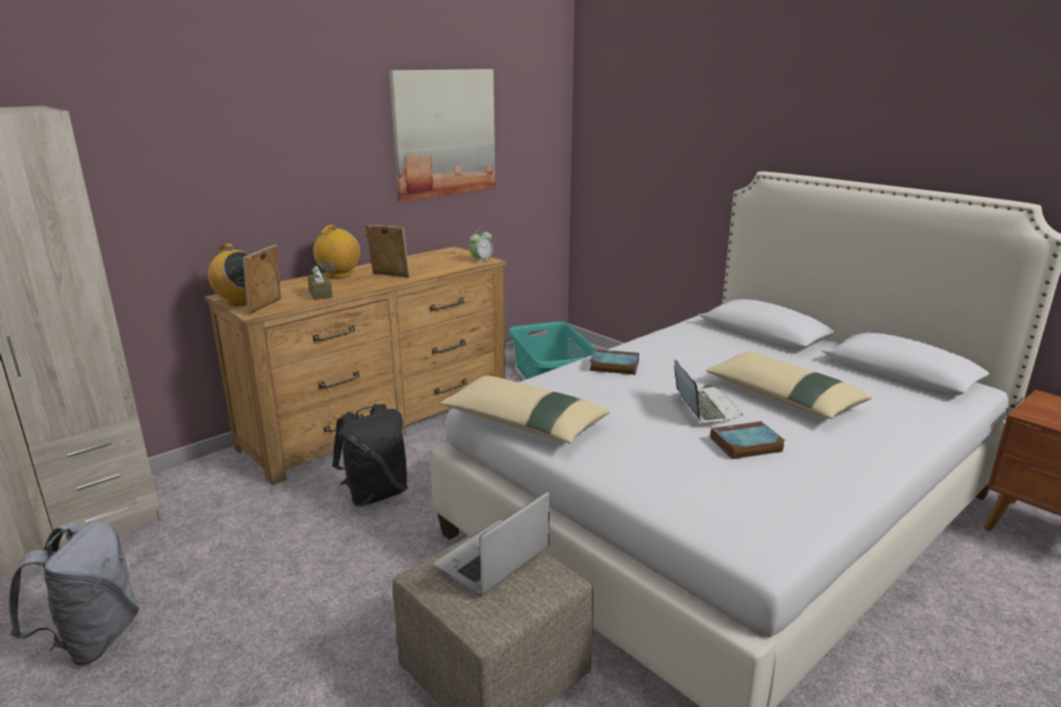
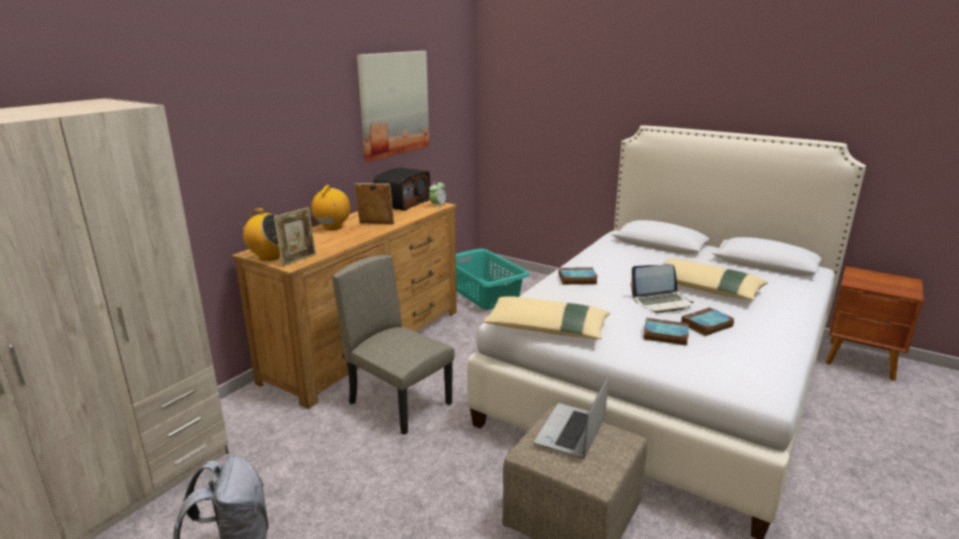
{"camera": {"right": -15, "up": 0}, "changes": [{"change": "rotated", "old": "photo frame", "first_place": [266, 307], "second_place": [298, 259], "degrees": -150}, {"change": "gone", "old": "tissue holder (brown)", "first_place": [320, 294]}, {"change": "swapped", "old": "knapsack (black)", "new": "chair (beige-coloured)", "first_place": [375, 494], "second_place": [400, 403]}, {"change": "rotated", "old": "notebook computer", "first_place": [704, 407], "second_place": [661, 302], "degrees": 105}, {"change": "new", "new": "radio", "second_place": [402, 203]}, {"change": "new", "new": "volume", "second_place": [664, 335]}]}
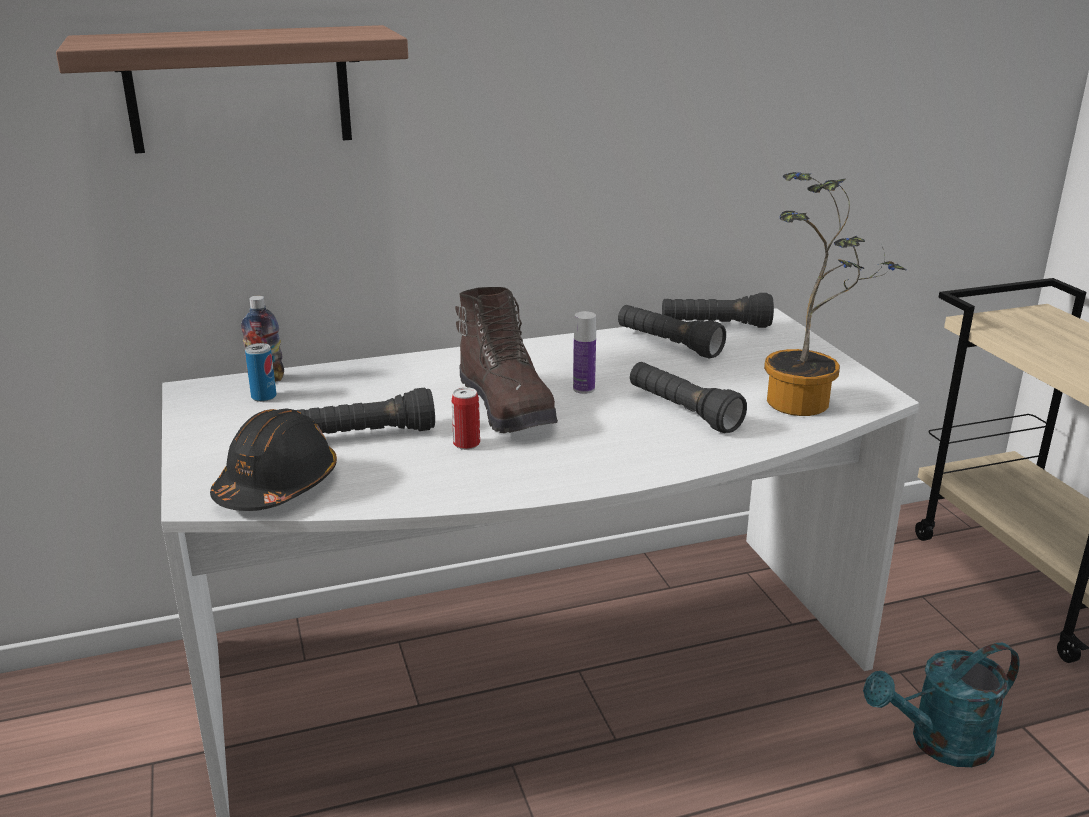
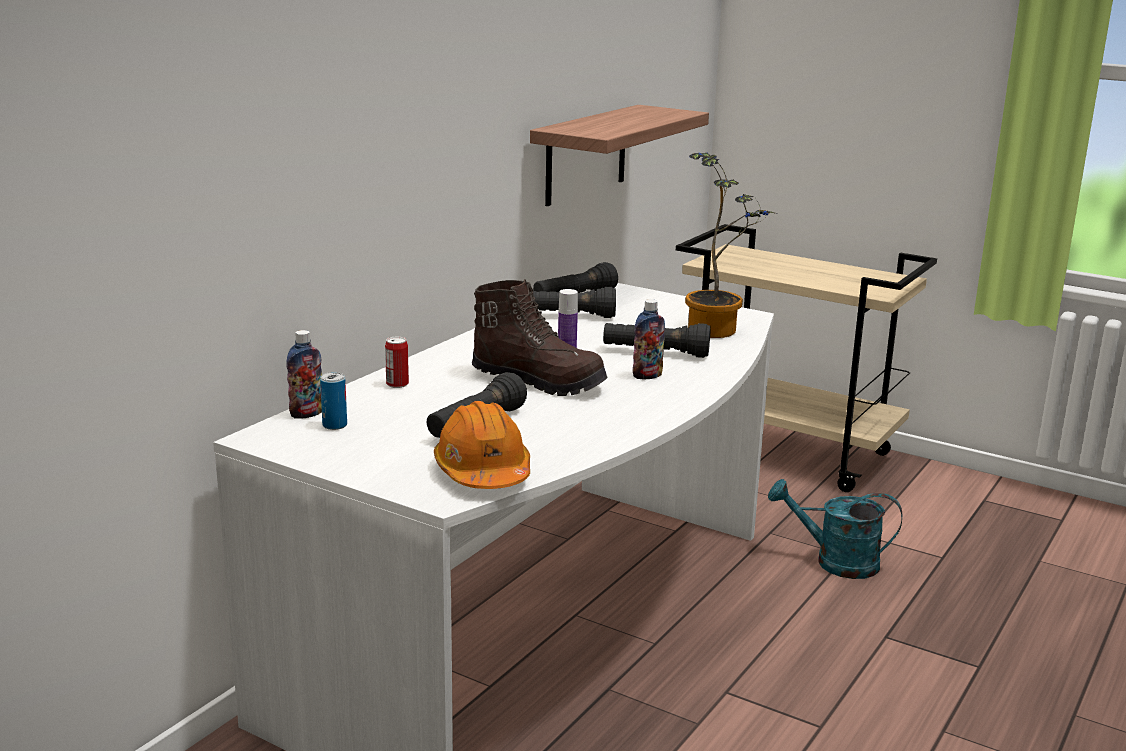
{"camera": {"right": -40, "up": -5}, "changes": [{"change": "shifted", "old": "bracket shelf", "first_place": [239, 89], "second_place": [586, 155]}, {"change": "repainted", "old": "hard hat (black)", "new": "hard hat (orange-coloured)", "first_place": [277, 486], "second_place": [483, 472]}, {"change": "shifted", "old": "sealed can", "first_place": [466, 444], "second_place": [397, 384]}, {"change": "rotated", "old": "sprinkling can (turquoise-coloured)", "first_place": [939, 744], "second_place": [835, 562], "degrees": 75}, {"change": "new", "new": "bottle", "second_place": [647, 376]}]}
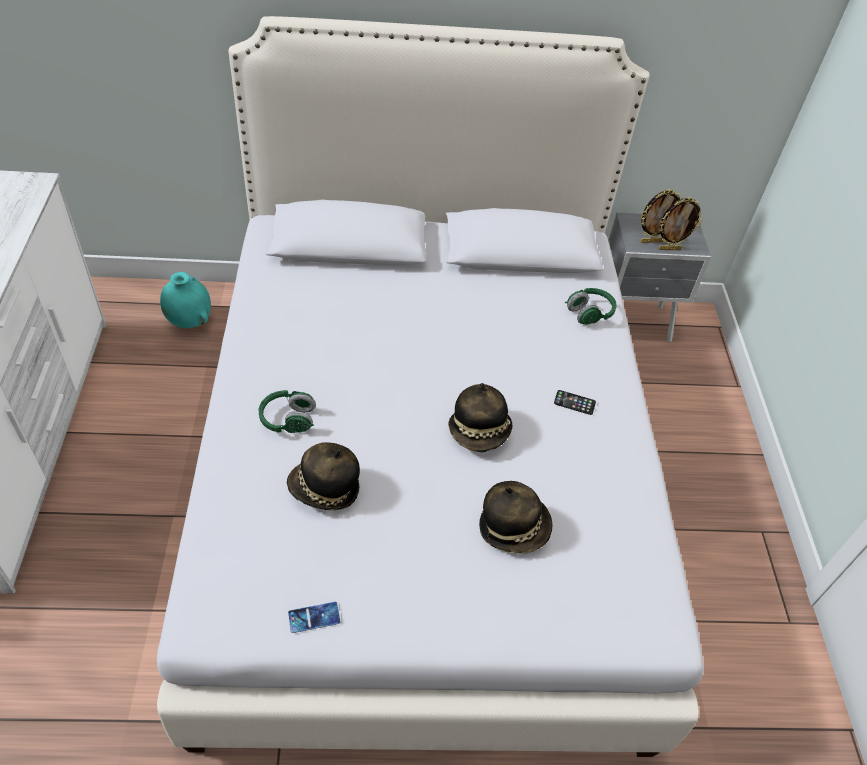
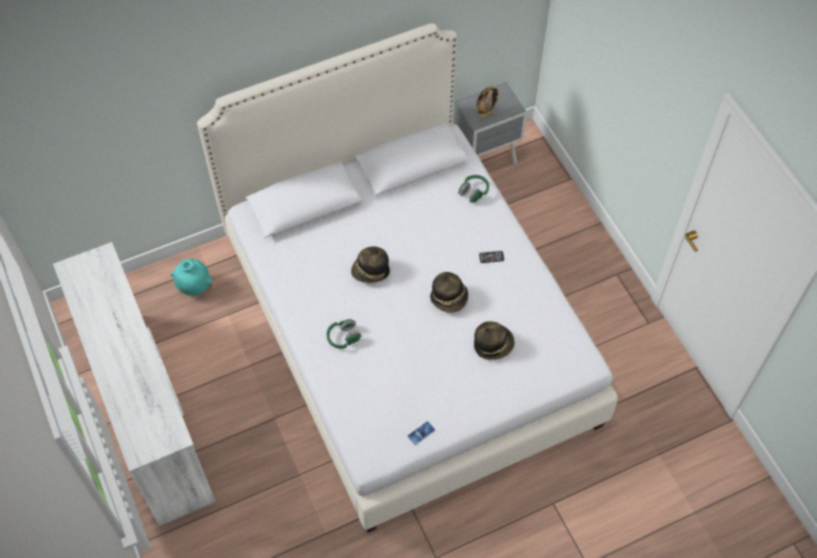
{"camera": {"right": -20, "up": 10}, "changes": [{"change": "shifted", "old": "wearable hat", "first_place": [324, 489], "second_place": [370, 272]}, {"change": "gone", "old": "photo frame", "first_place": [669, 248]}]}
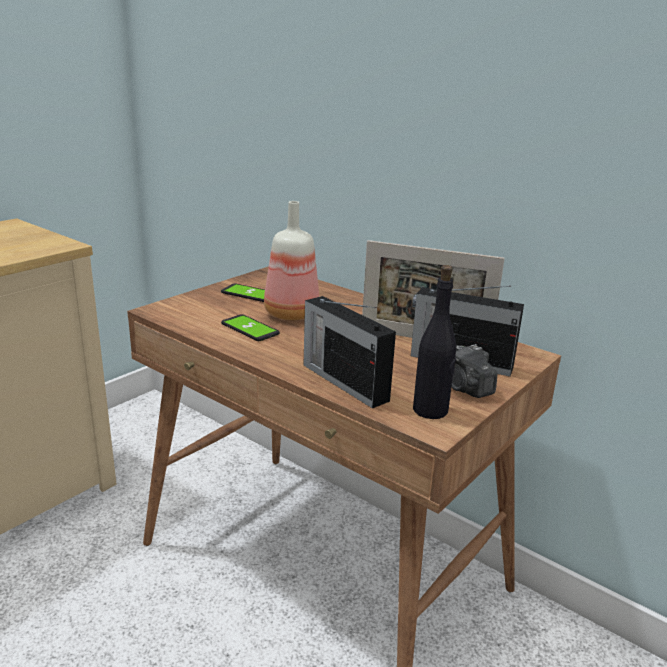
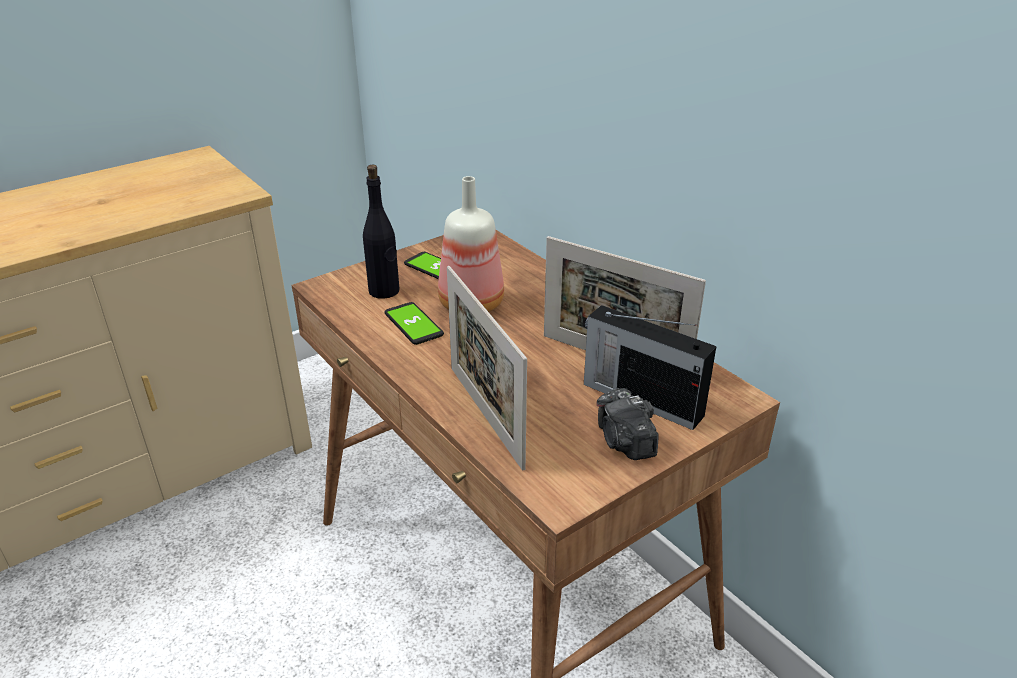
{"camera": {"right": 15, "up": 10}, "changes": [{"change": "swapped", "old": "radio", "new": "photo frame", "first_place": [343, 381], "second_place": [485, 415]}, {"change": "shifted", "old": "bottle (black)", "first_place": [431, 410], "second_place": [384, 291]}]}
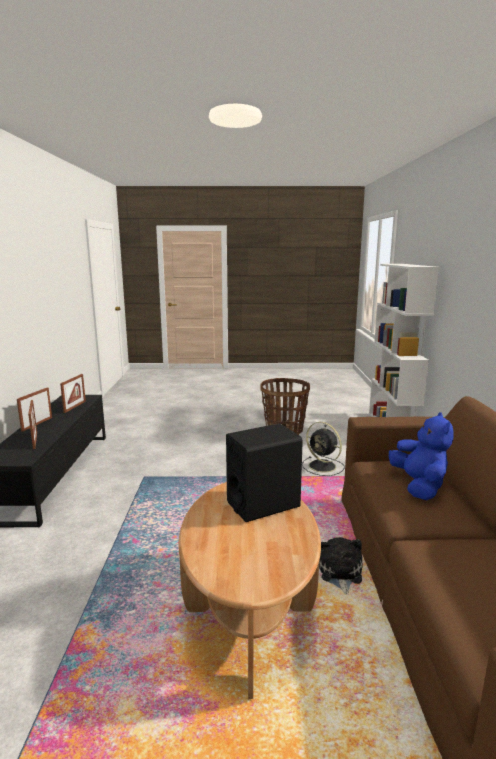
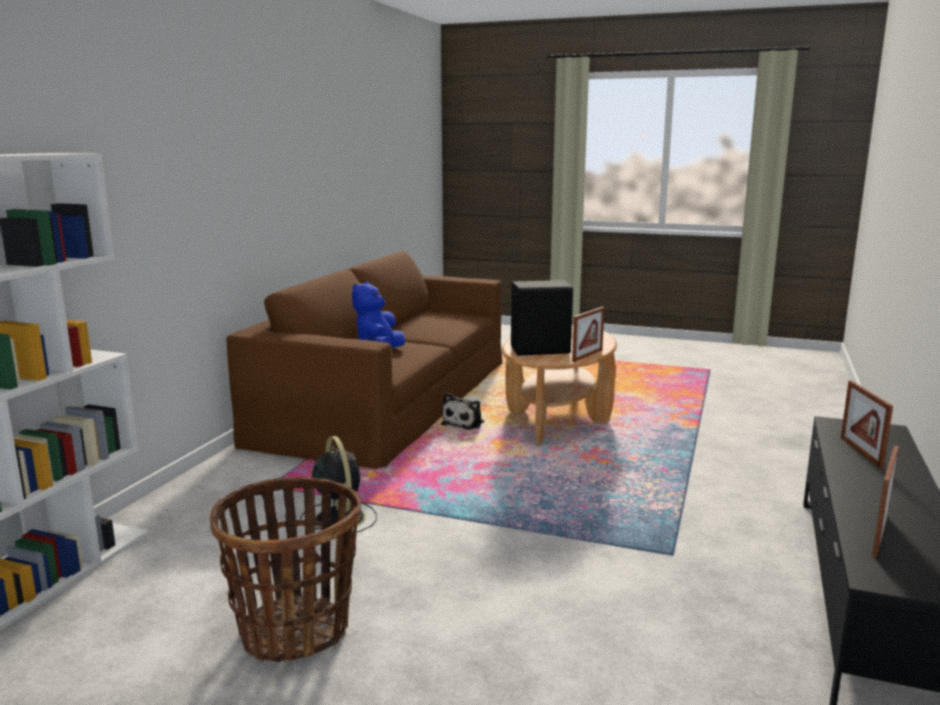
{"camera": {"right": -160, "up": 0}, "changes": [{"change": "shifted", "old": "photo frame", "first_place": [37, 424], "second_place": [587, 355]}]}
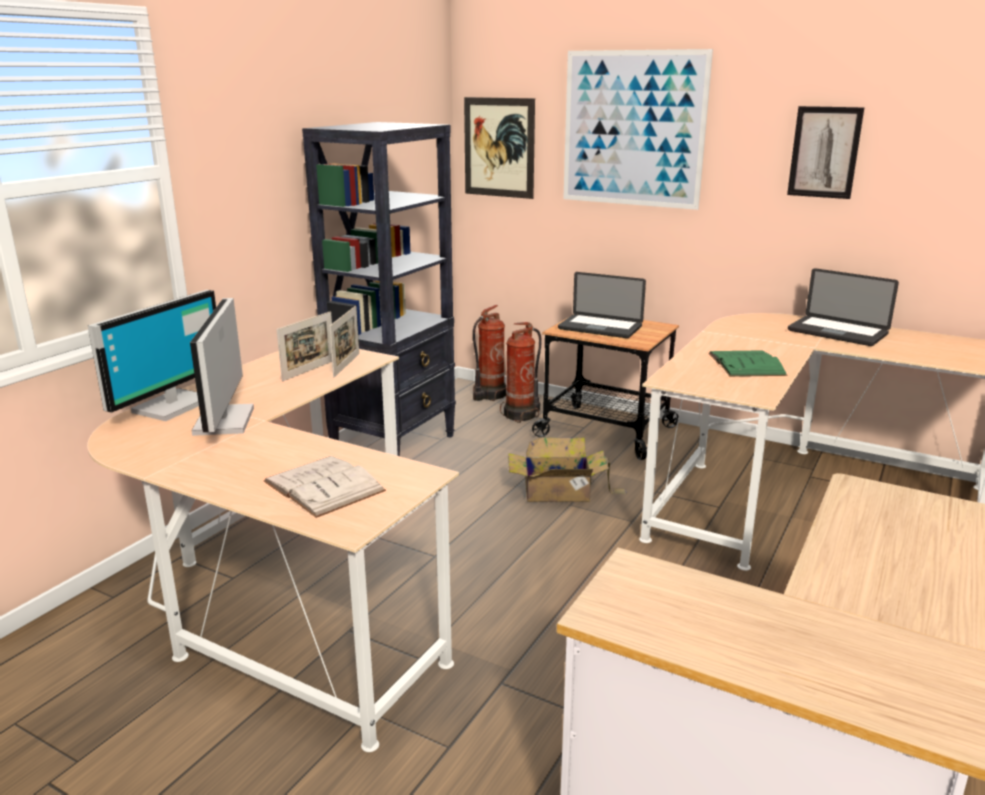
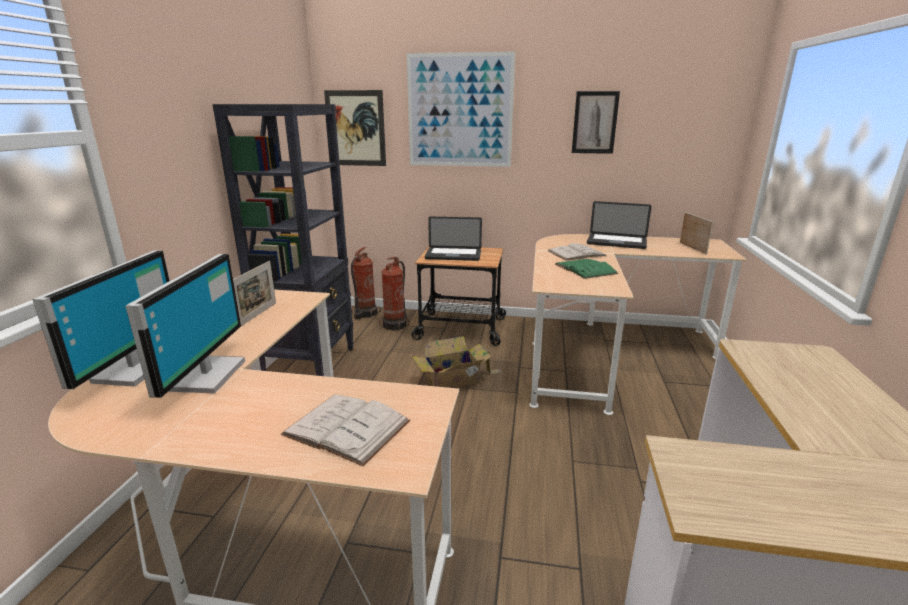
{"camera": {"right": -20, "up": 0}, "changes": [{"change": "rotated", "old": "monitor", "first_place": [227, 421], "second_place": [204, 375], "degrees": -150}, {"change": "shifted", "old": "photo frame", "first_place": [346, 365], "second_place": [692, 248]}, {"change": "new", "new": "volume (white-coloured)", "second_place": [576, 253]}]}
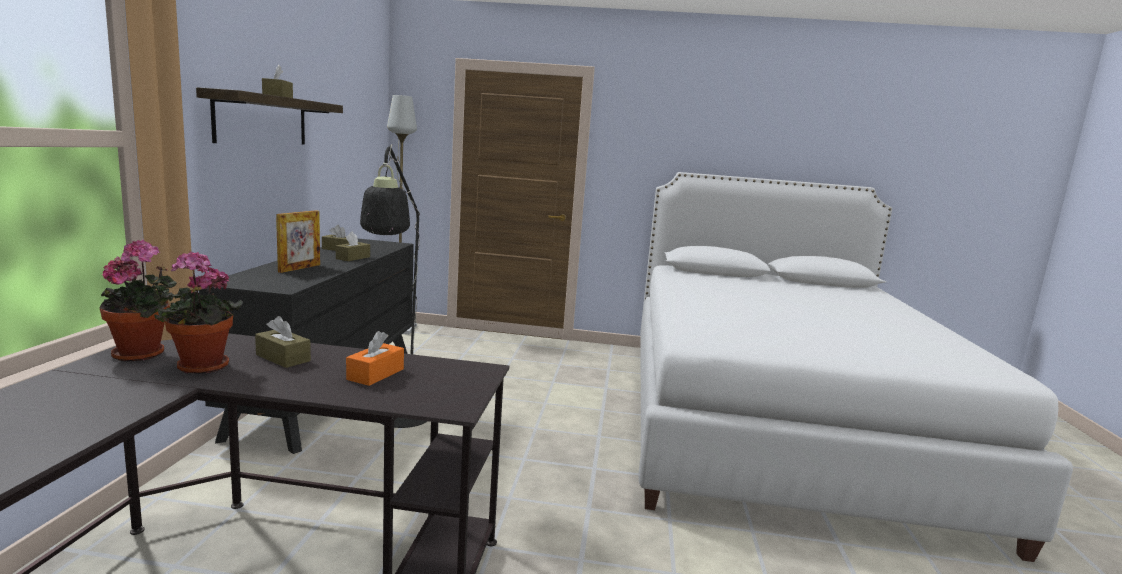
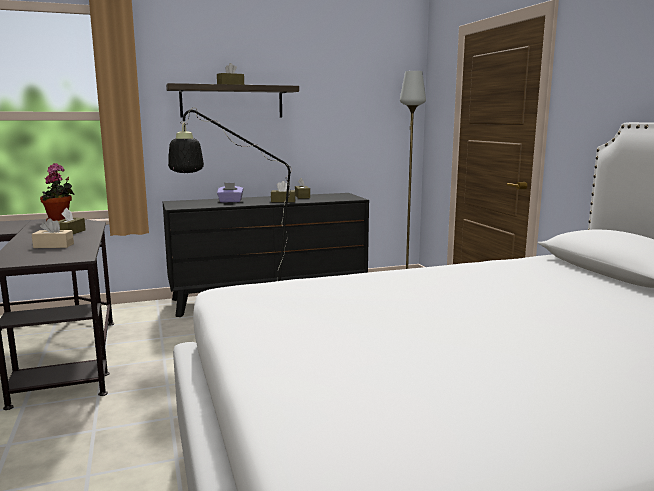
{"camera": {"right": 65, "up": 0}, "changes": [{"change": "gone", "old": "potted plant", "first_place": [201, 368]}, {"change": "swapped", "old": "photo frame", "new": "tissue holder (purple)", "first_place": [299, 268], "second_place": [230, 201]}, {"change": "repainted", "old": "tissue holder (orange-coloured)", "new": "tissue holder (beige-coloured)", "first_place": [375, 374], "second_place": [53, 246]}]}
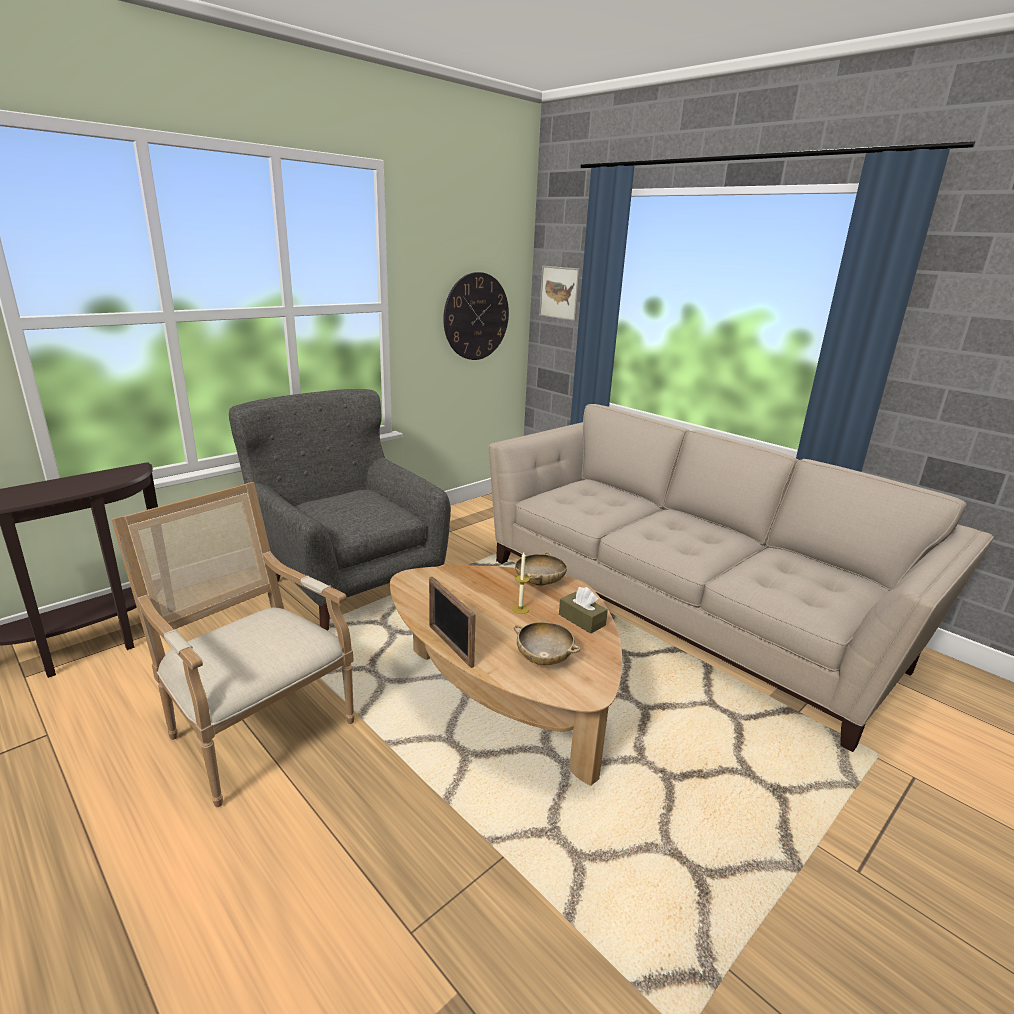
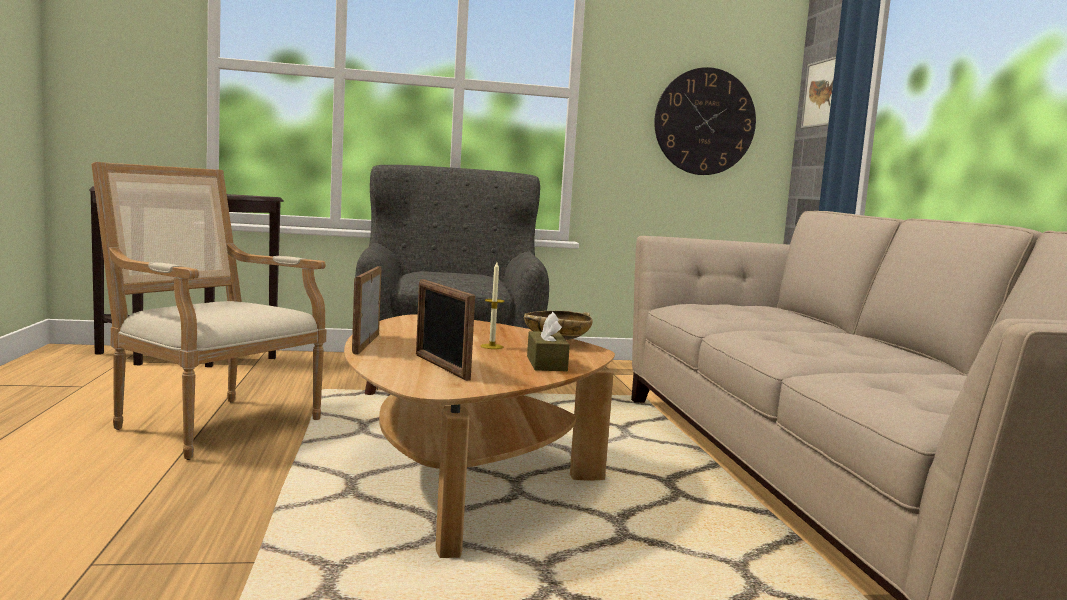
{"camera": {"right": 35, "up": -15}, "changes": [{"change": "rotated", "old": "easy chair", "first_place": [255, 728], "second_place": [210, 424], "degrees": -45}, {"change": "swapped", "old": "deep dish (beige-coloured)", "new": "photo frame", "first_place": [544, 658], "second_place": [441, 367]}]}
